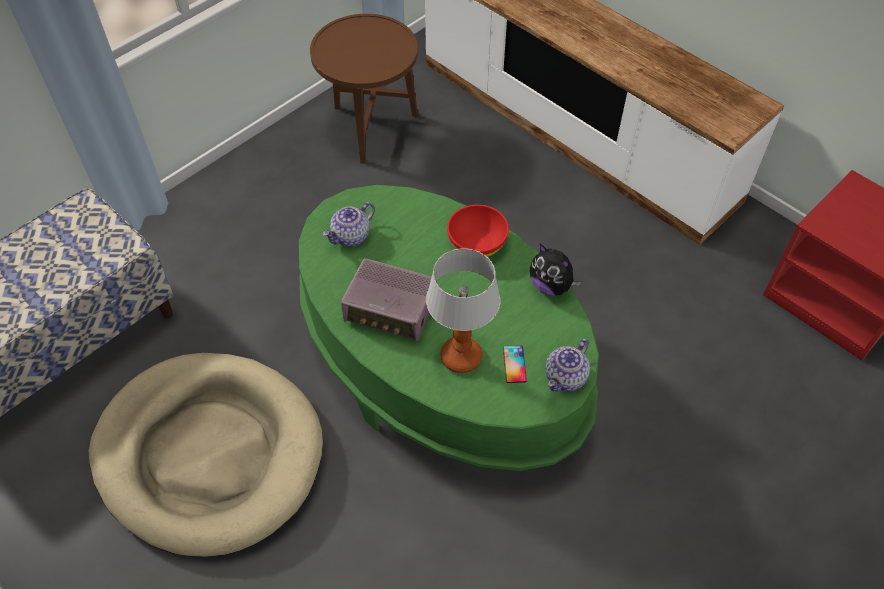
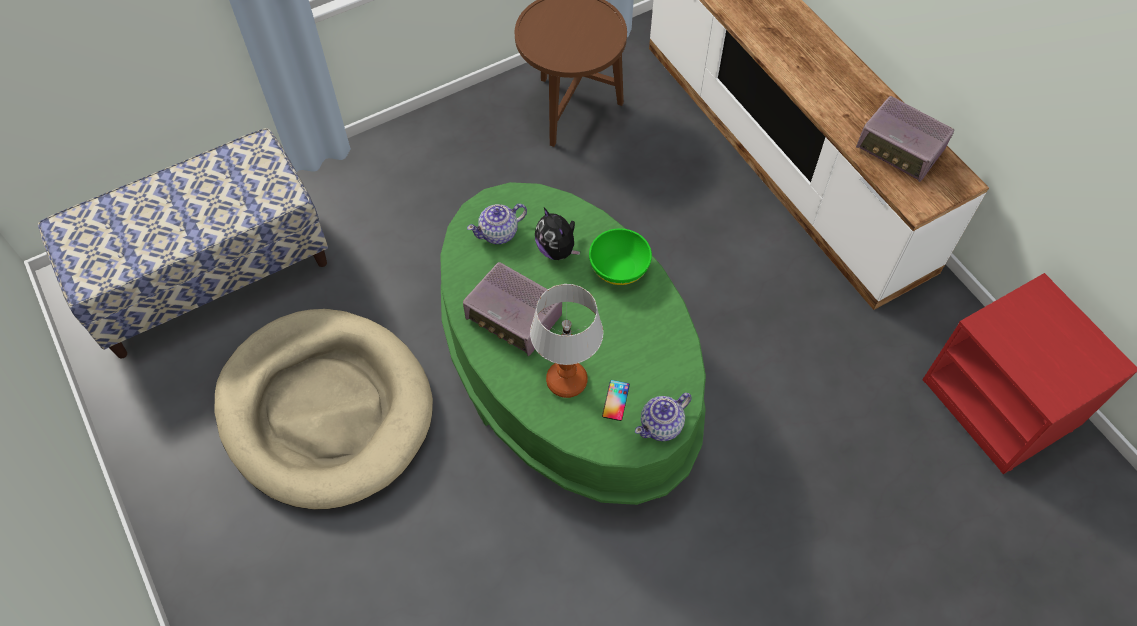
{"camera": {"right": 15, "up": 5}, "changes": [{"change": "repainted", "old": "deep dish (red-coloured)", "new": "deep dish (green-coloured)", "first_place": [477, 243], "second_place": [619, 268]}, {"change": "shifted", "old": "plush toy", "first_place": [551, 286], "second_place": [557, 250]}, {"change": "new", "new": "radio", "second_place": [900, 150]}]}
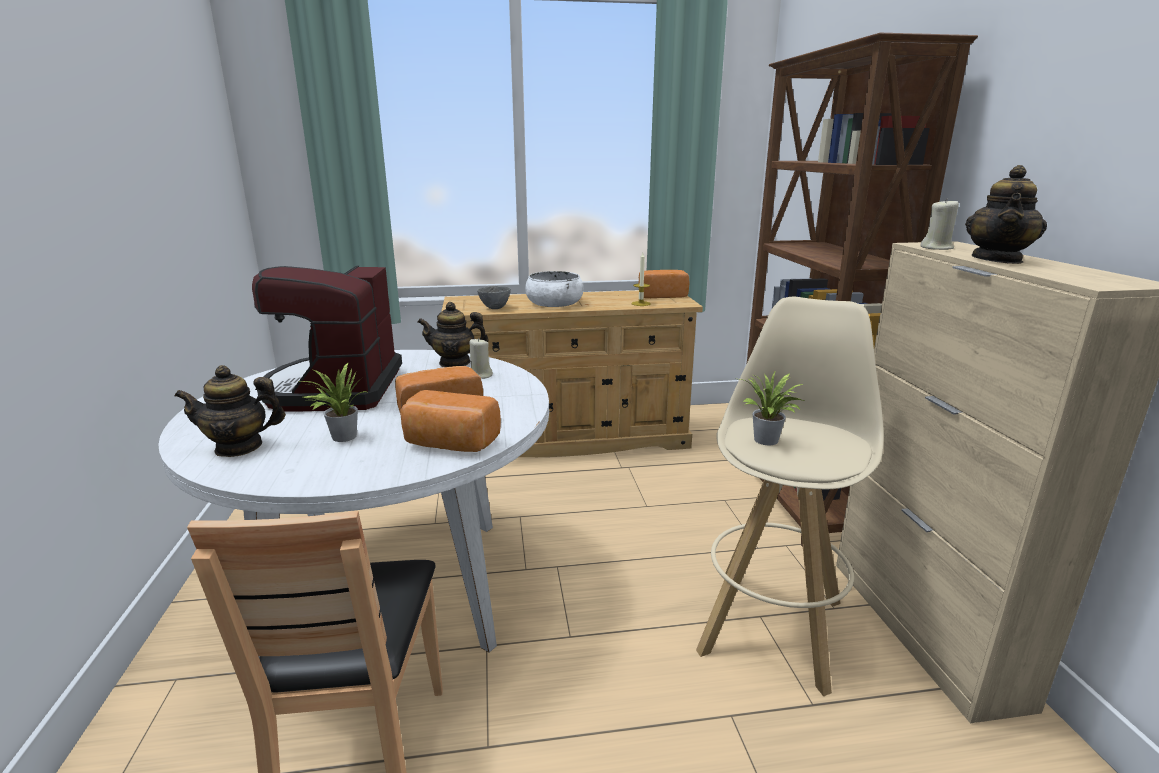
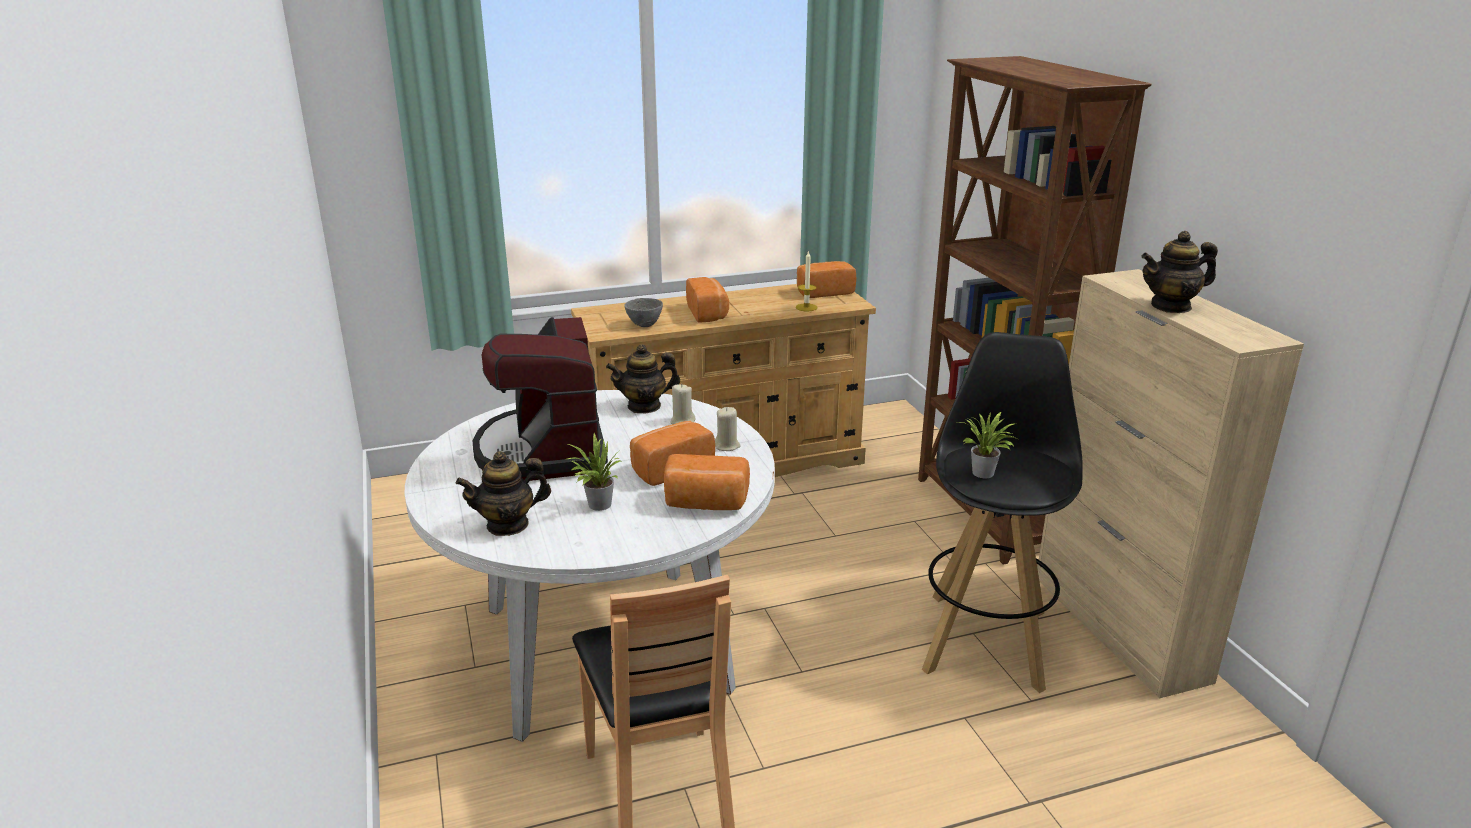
{"camera": {"right": -10, "up": 5}, "changes": [{"change": "swapped", "old": "deep dish (white-coloured)", "new": "bakery bread", "first_place": [554, 303], "second_place": [708, 313]}, {"change": "repainted", "old": "sitting stool (beige-coloured)", "new": "sitting stool (black)", "first_place": [772, 624], "second_place": [985, 638]}, {"change": "shifted", "old": "candle (beige-coloured)", "first_place": [937, 248], "second_place": [727, 446]}, {"change": "rotated", "old": "tea pot", "first_place": [997, 260], "second_place": [1171, 306], "degrees": 60}]}
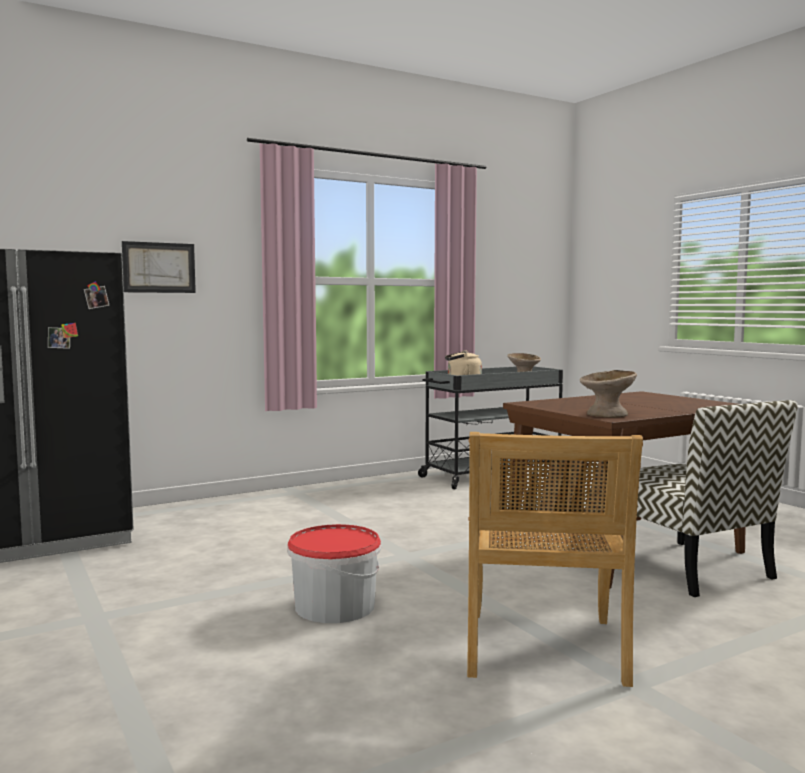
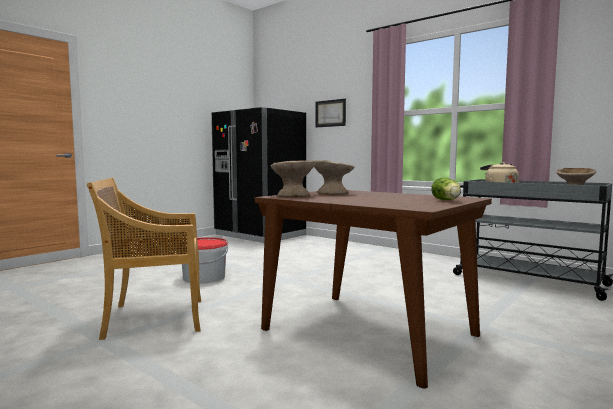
{"camera": {"right": 70, "up": 0}, "changes": [{"change": "gone", "old": "chair", "first_place": [690, 568]}, {"change": "new", "new": "deep dish (beige-coloured)", "second_place": [332, 193]}, {"change": "new", "new": "lettuce", "second_place": [447, 200]}]}
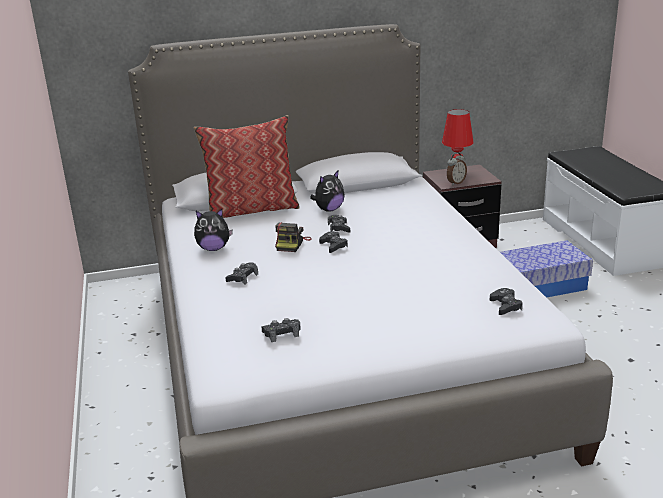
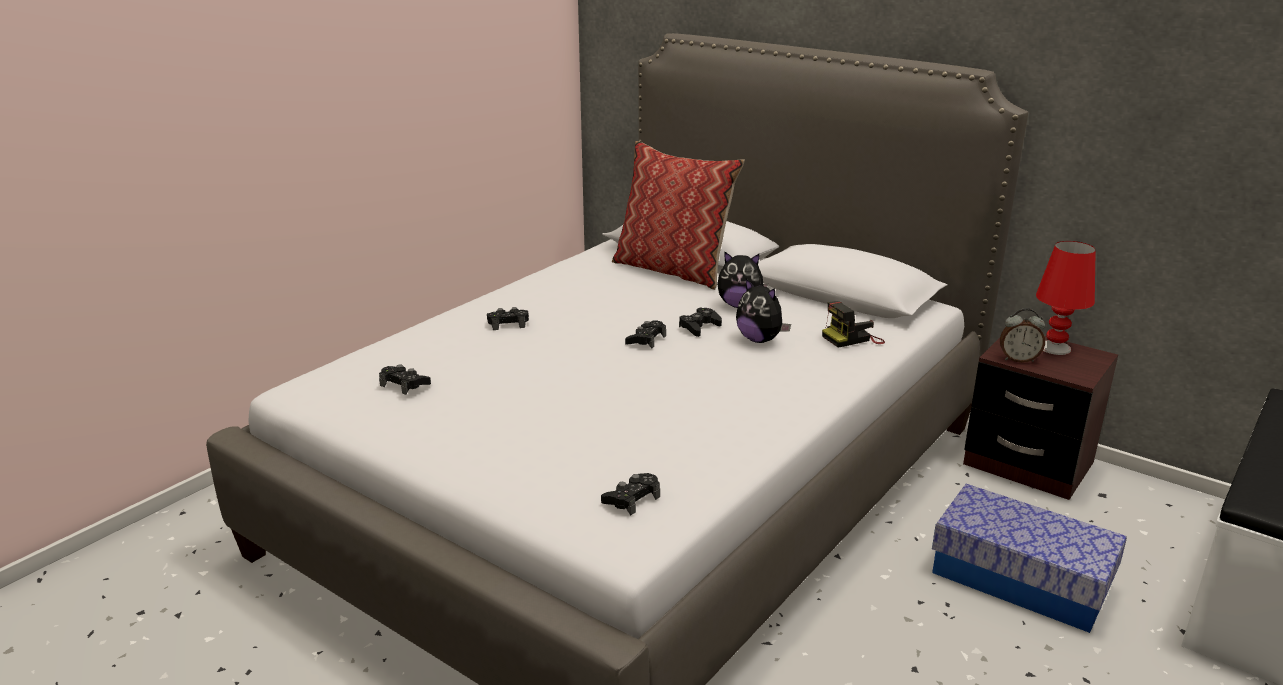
{"camera": {"right": 50, "up": 0}, "changes": [{"change": "shifted", "old": "plush toy", "first_place": [213, 248], "second_place": [760, 339]}, {"change": "shifted", "old": "photo camera", "first_place": [292, 244], "second_place": [852, 338]}]}
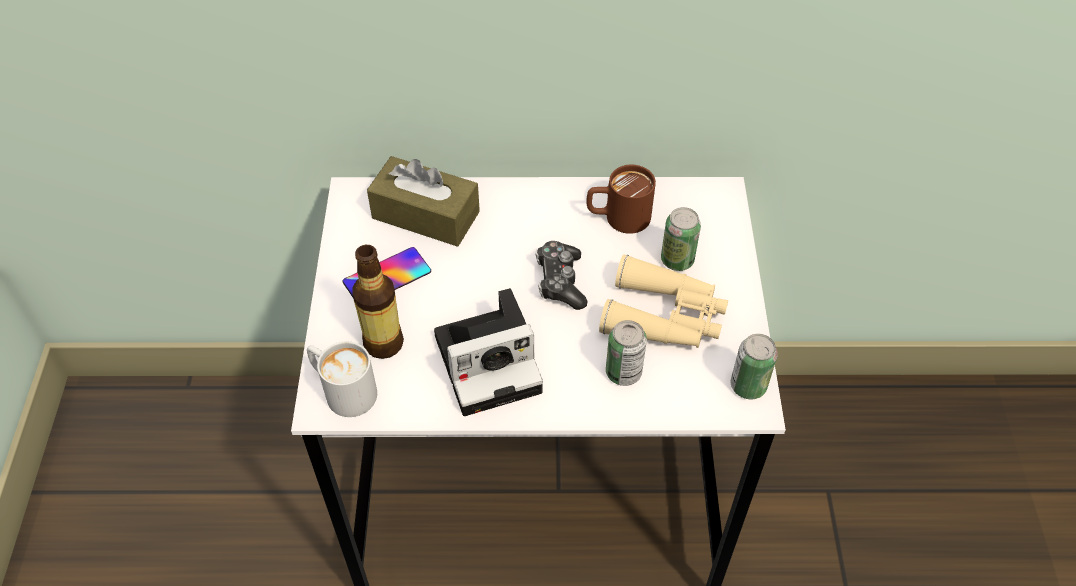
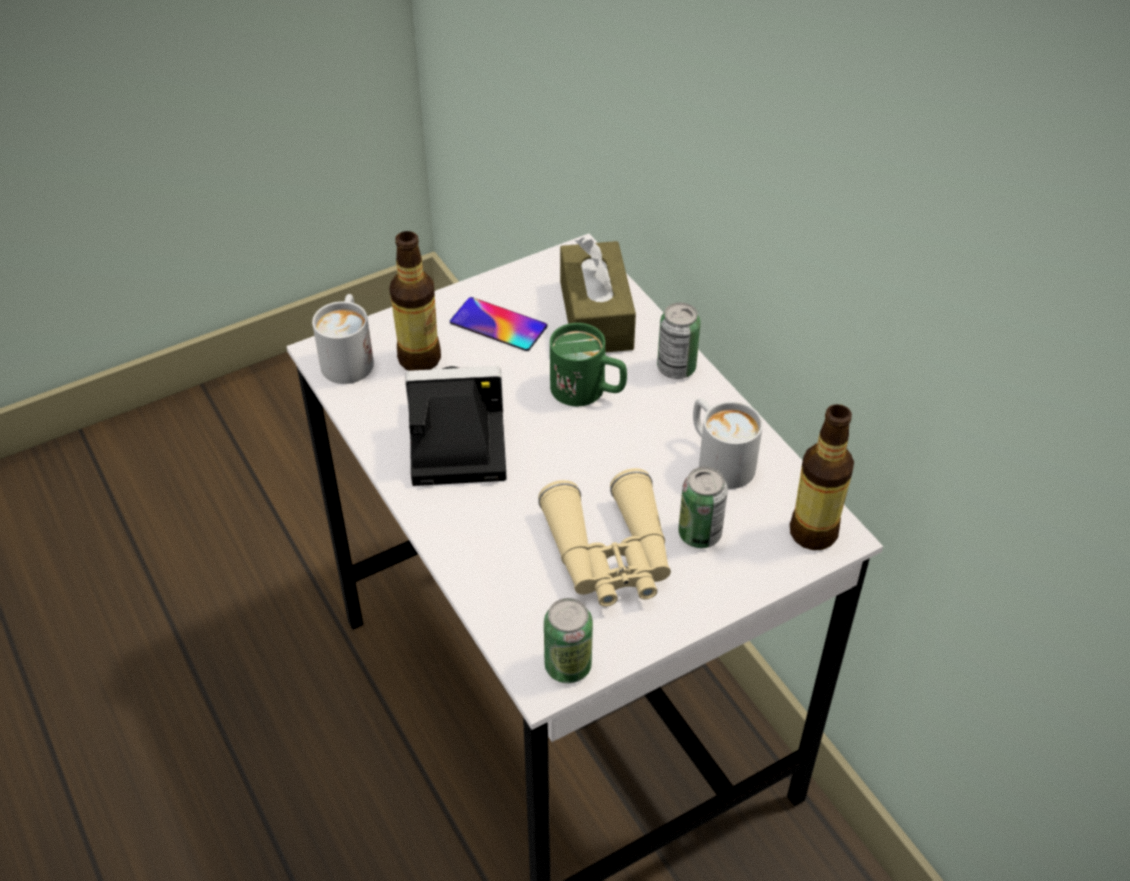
{"camera": {"right": 60, "up": -5}, "changes": [{"change": "rotated", "old": "photo camera", "first_place": [491, 361], "second_place": [452, 442], "degrees": 135}, {"change": "gone", "old": "game controller", "first_place": [560, 281]}, {"change": "repainted", "old": "mug (brown)", "new": "mug (white-coloured)", "first_place": [618, 218], "second_place": [718, 459]}, {"change": "shifted", "old": "sealed can", "first_place": [623, 372], "second_place": [676, 368]}, {"change": "new", "new": "mug (green-coloured)", "second_place": [588, 391]}, {"change": "new", "new": "bottle", "second_place": [813, 532]}]}
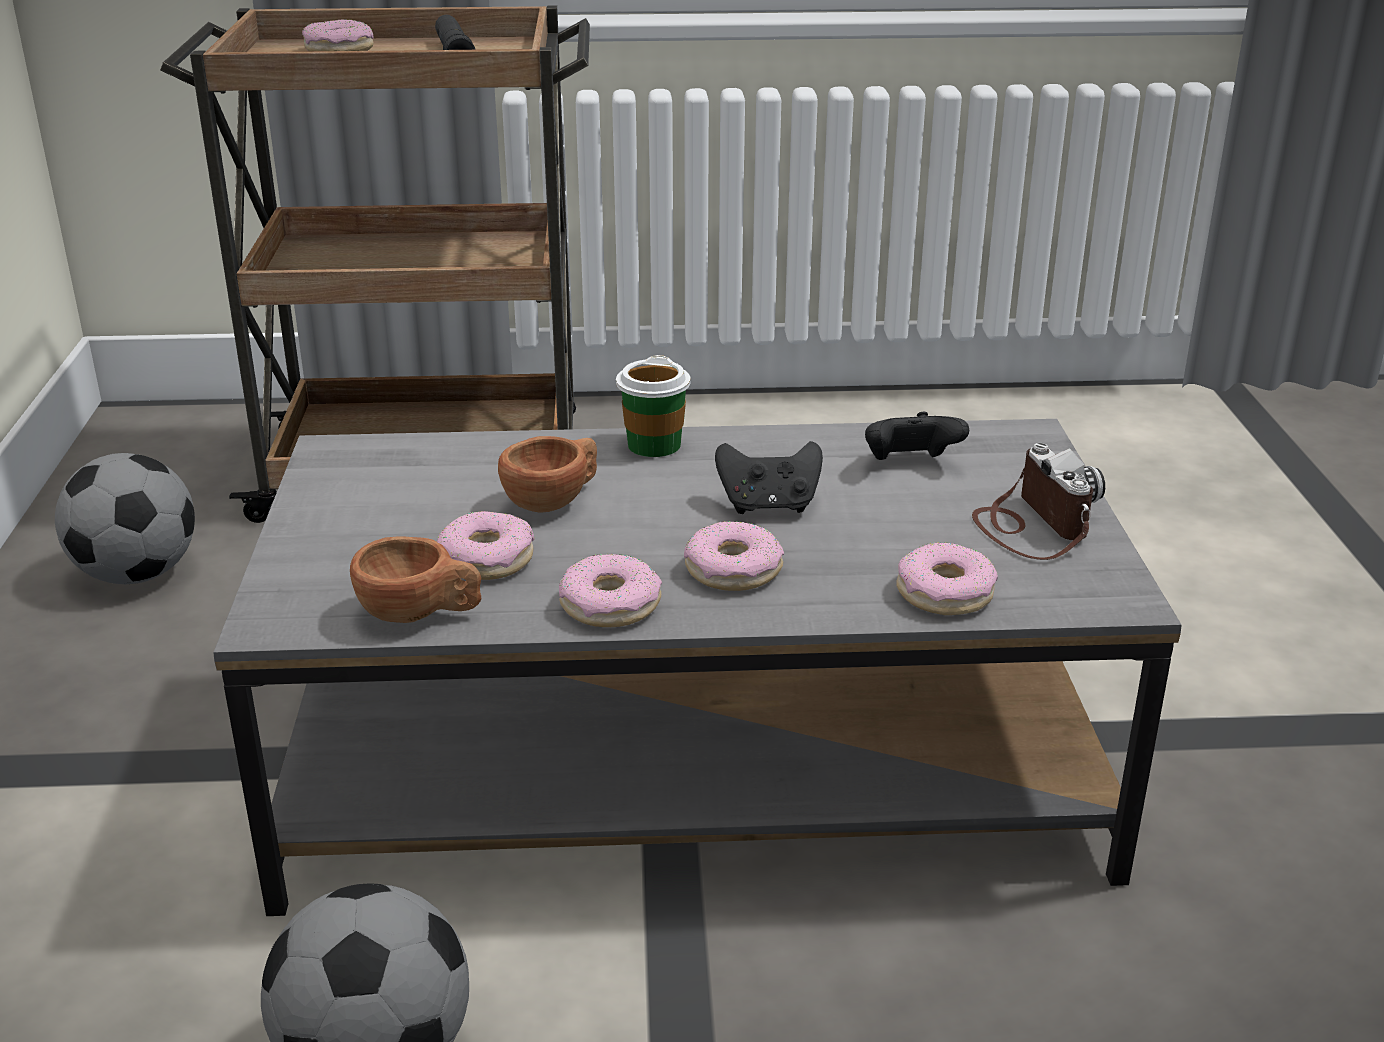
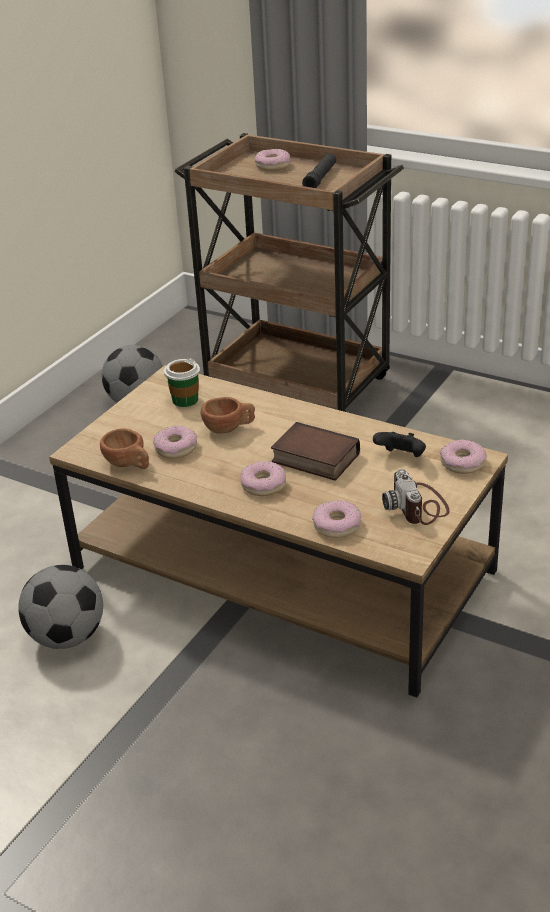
{"camera": {"right": 35, "up": 5}, "changes": [{"change": "repainted", "old": "lounge table (greyish)", "new": "lounge table (brown)", "first_place": [692, 766], "second_place": [280, 570]}, {"change": "shifted", "old": "ring doughnut", "first_place": [610, 605], "second_place": [463, 463]}, {"change": "shifted", "old": "small cup", "first_place": [654, 445], "second_place": [185, 400]}, {"change": "swapped", "old": "game controller (black)", "new": "volume", "first_place": [769, 506], "second_place": [313, 459]}, {"change": "rotated", "old": "photo camera", "first_place": [1033, 525], "second_place": [418, 506], "degrees": 150}]}
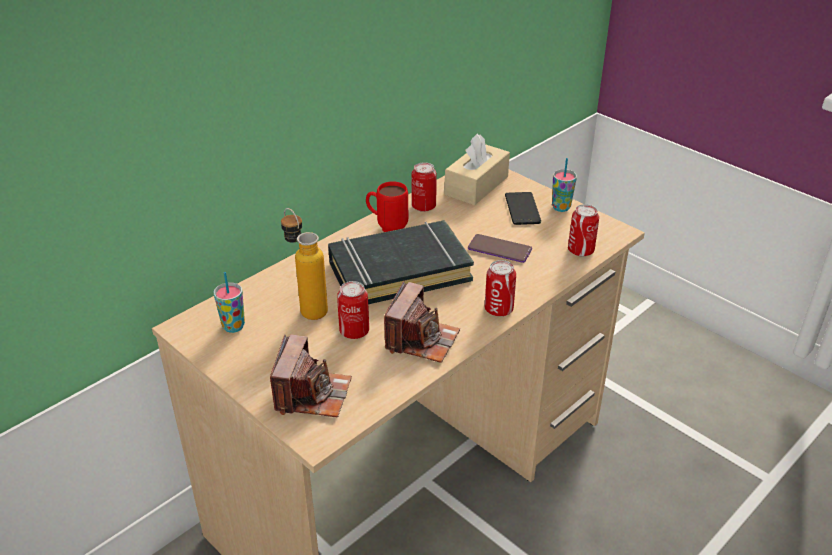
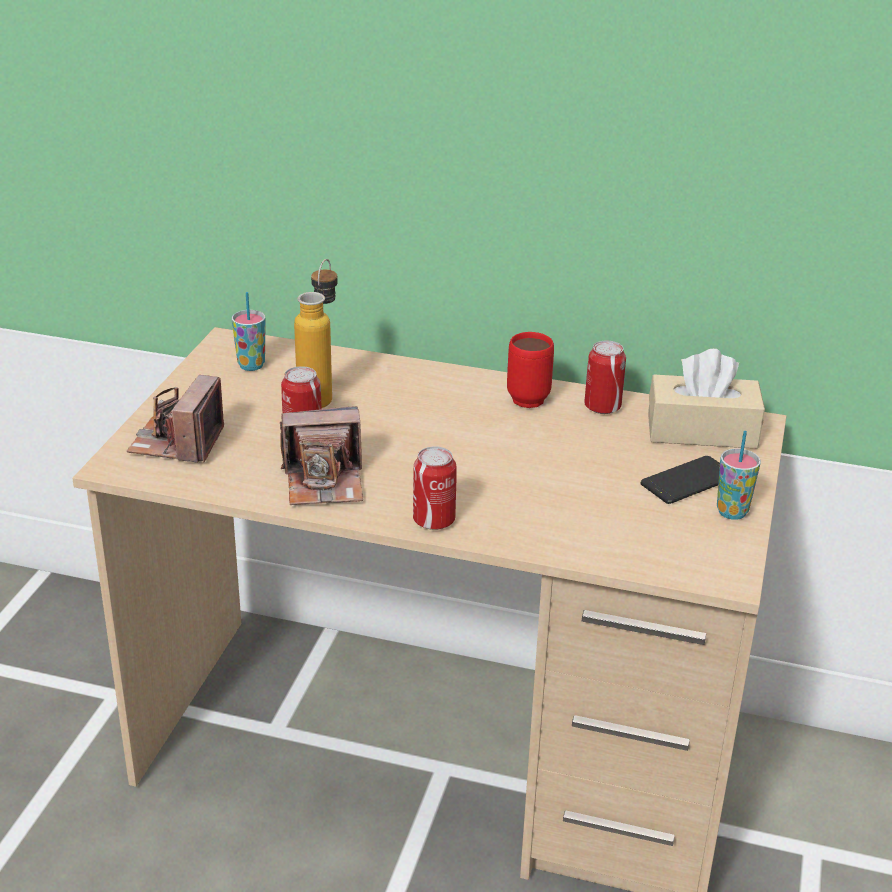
{"camera": {"right": 60, "up": -5}, "changes": [{"change": "rotated", "old": "photo camera", "first_place": [312, 394], "second_place": [178, 443], "degrees": 120}, {"change": "gone", "old": "volume (black)", "first_place": [399, 271]}, {"change": "gone", "old": "telephone", "first_place": [499, 249]}, {"change": "gone", "old": "sealed can", "first_place": [580, 250]}]}
